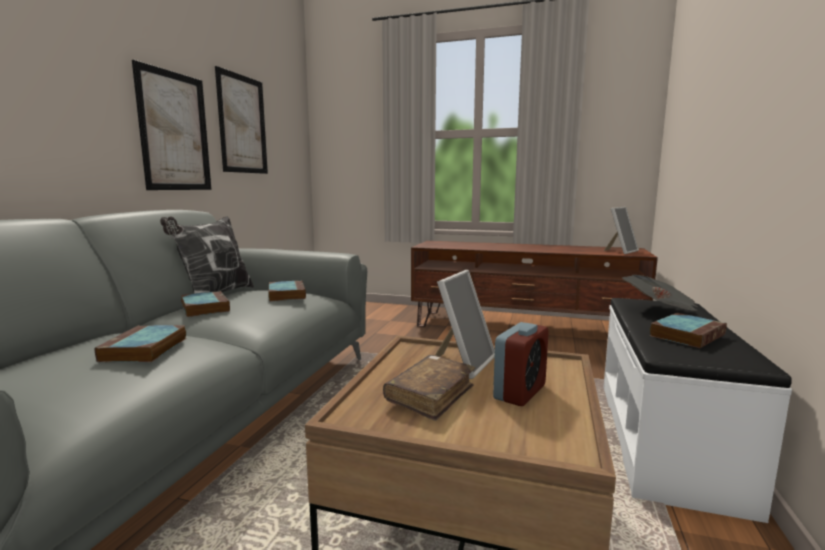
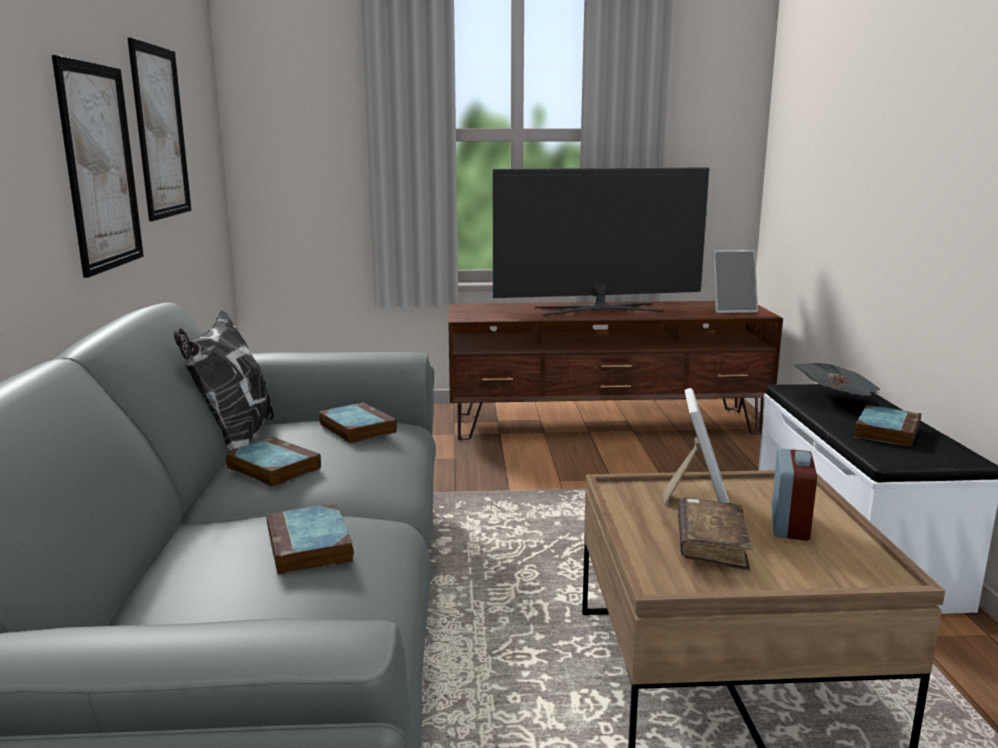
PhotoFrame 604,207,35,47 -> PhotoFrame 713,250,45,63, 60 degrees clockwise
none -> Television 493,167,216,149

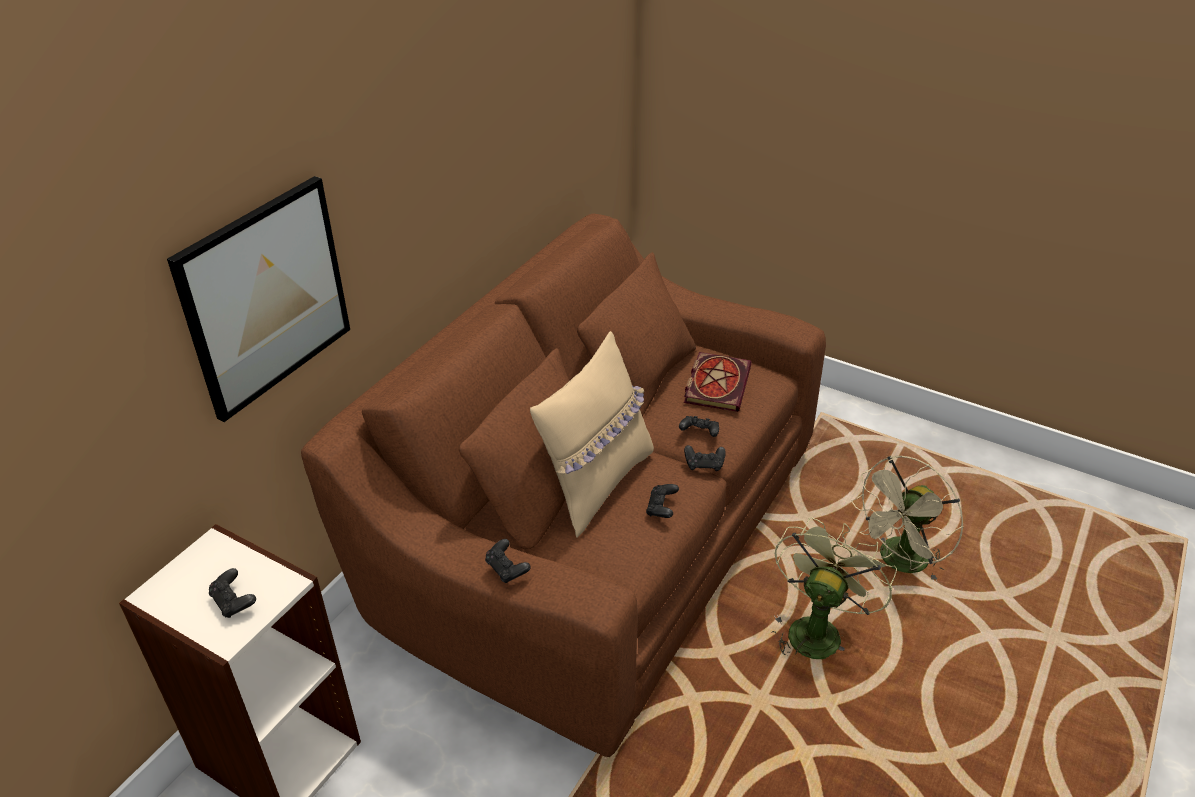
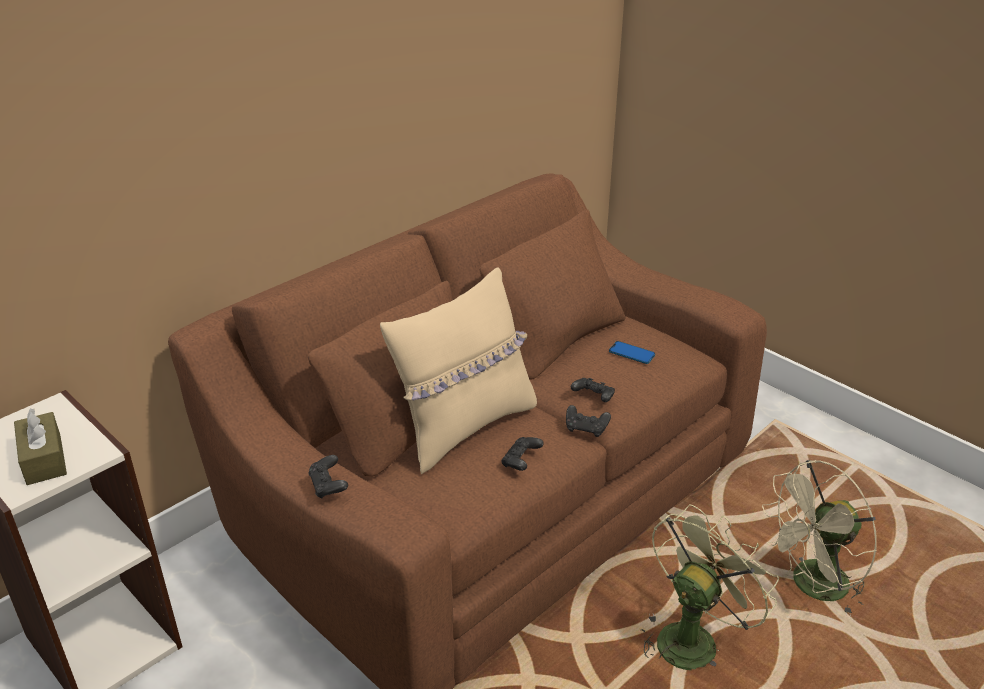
Picture 167,176,183,246 -> none
Volume 684,352,68,60 -> Handset 609,341,46,23
BlackColouredGamepad 209,568,47,50 -> BrownishTissueHolder 14,409,53,76

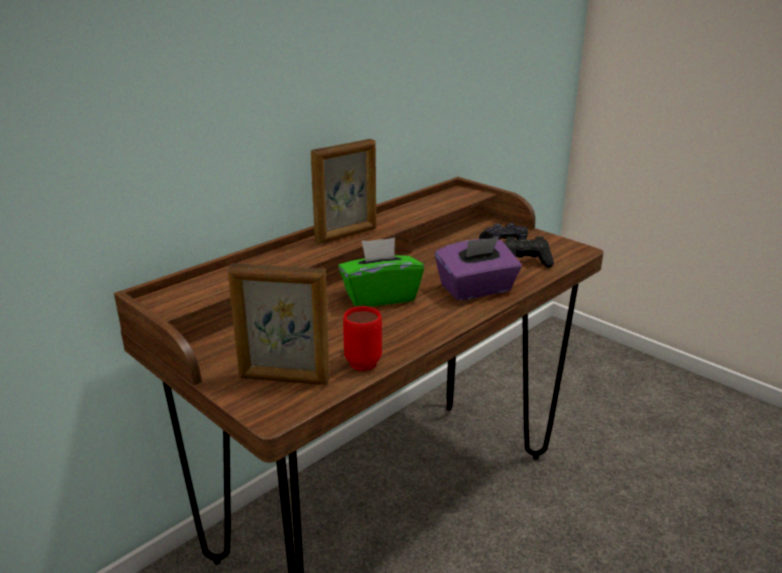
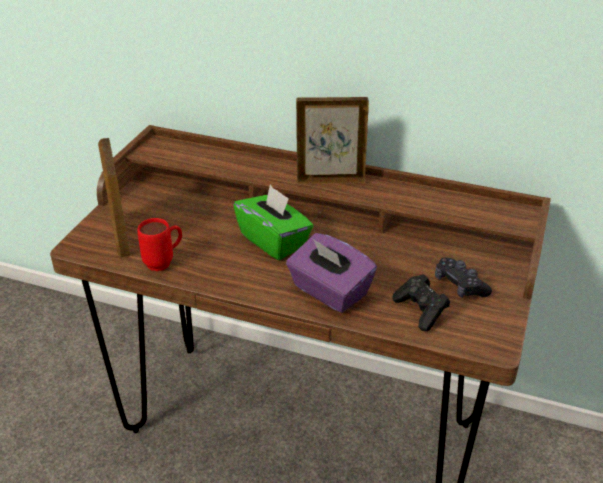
PhotoFrame 311,139,65,105 -> PhotoFrame 296,97,73,87, 150 degrees clockwise

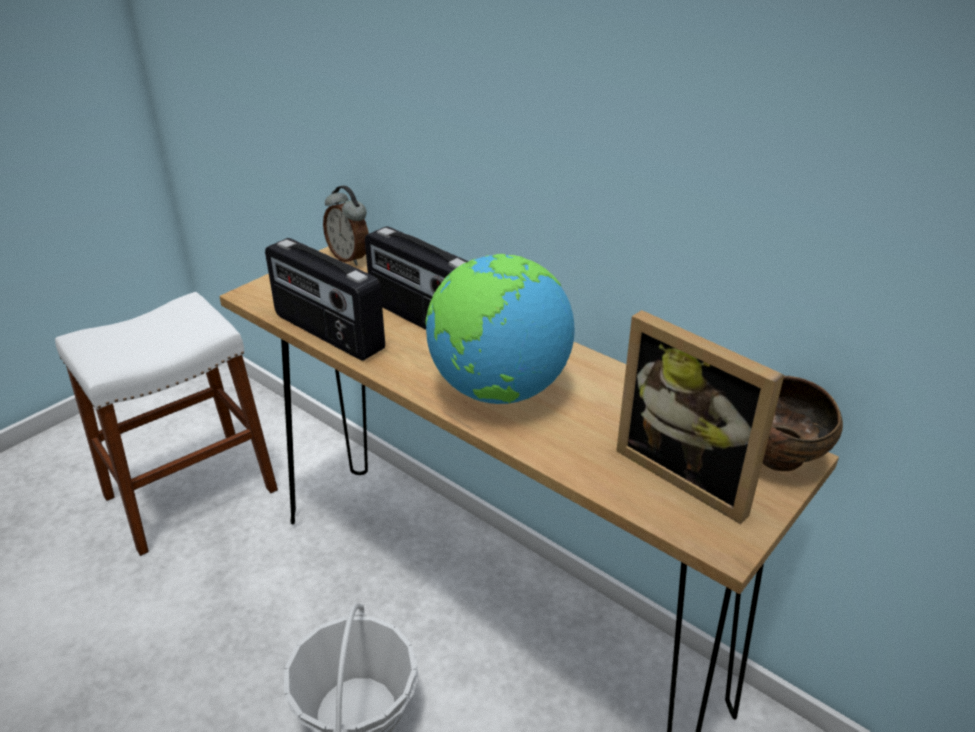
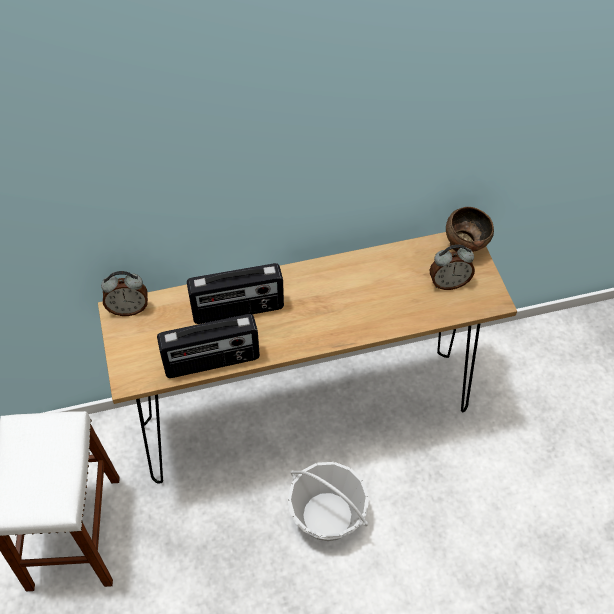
DeskGlobe 425,254,150,150 -> none
PhotoFrame 616,310,168,214 -> AlarmClock 430,245,45,45

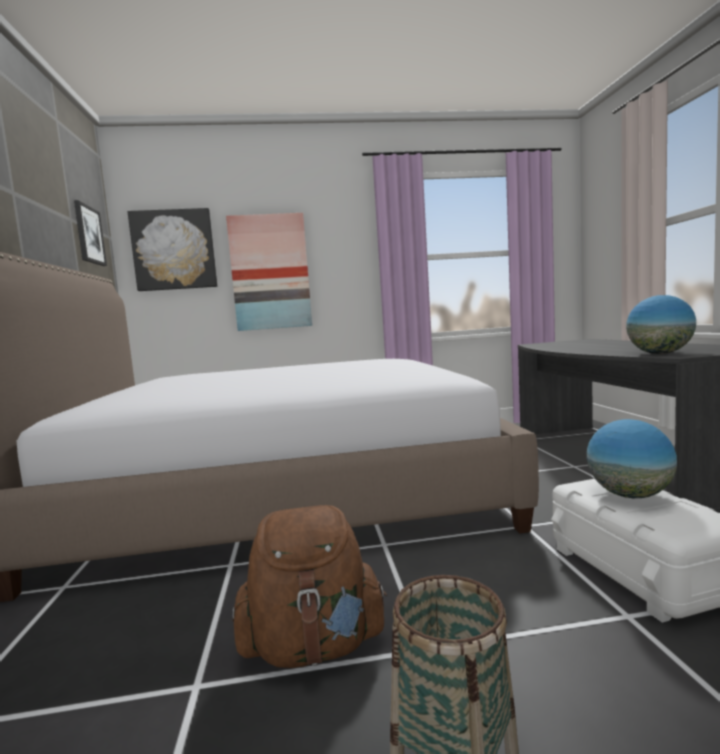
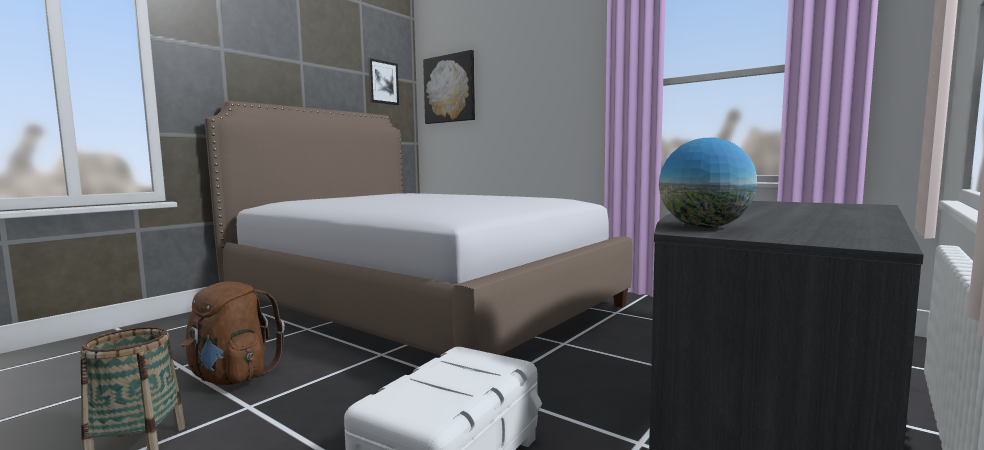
Picture 226,213,86,118 -> none
DeskGlobe 587,419,90,79 -> none

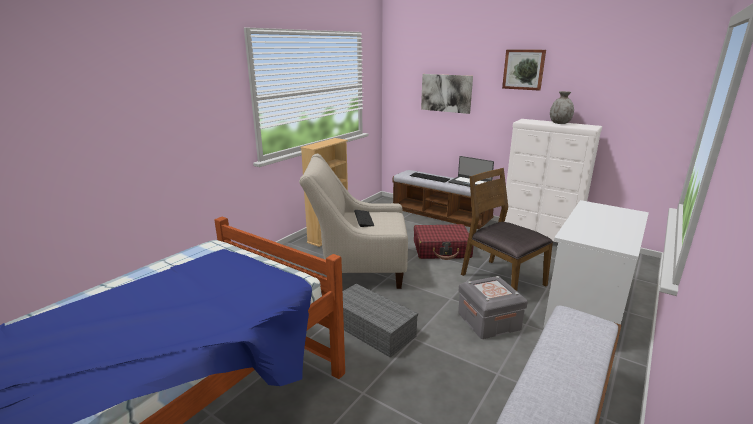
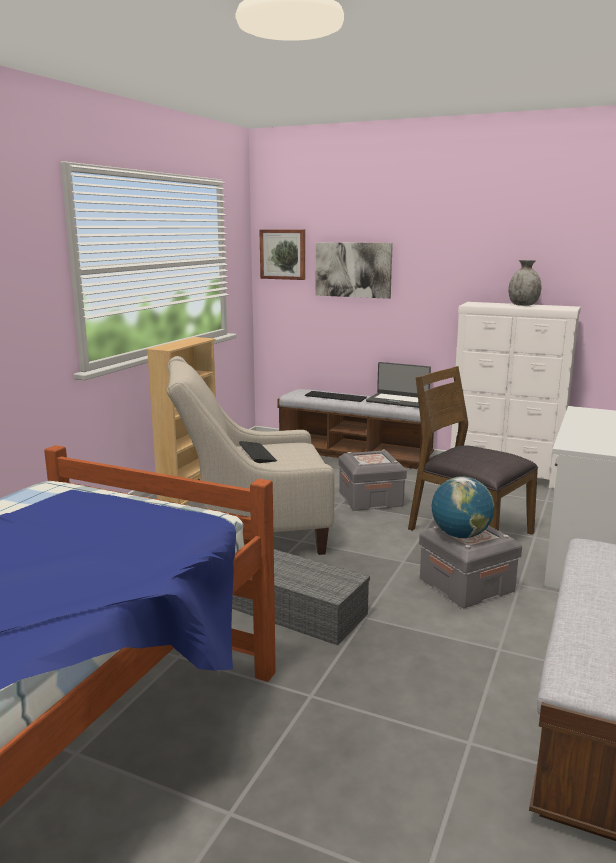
Picture 502,49,44,42 -> Picture 259,230,46,50, relocated
RedColouredTravelCase 414,224,59,36 -> GreyStorageBox 338,449,69,62
none -> DeskGlobe 432,476,62,62

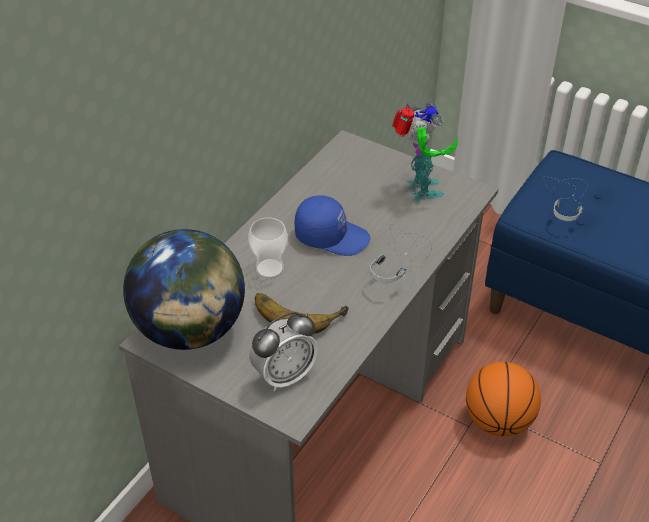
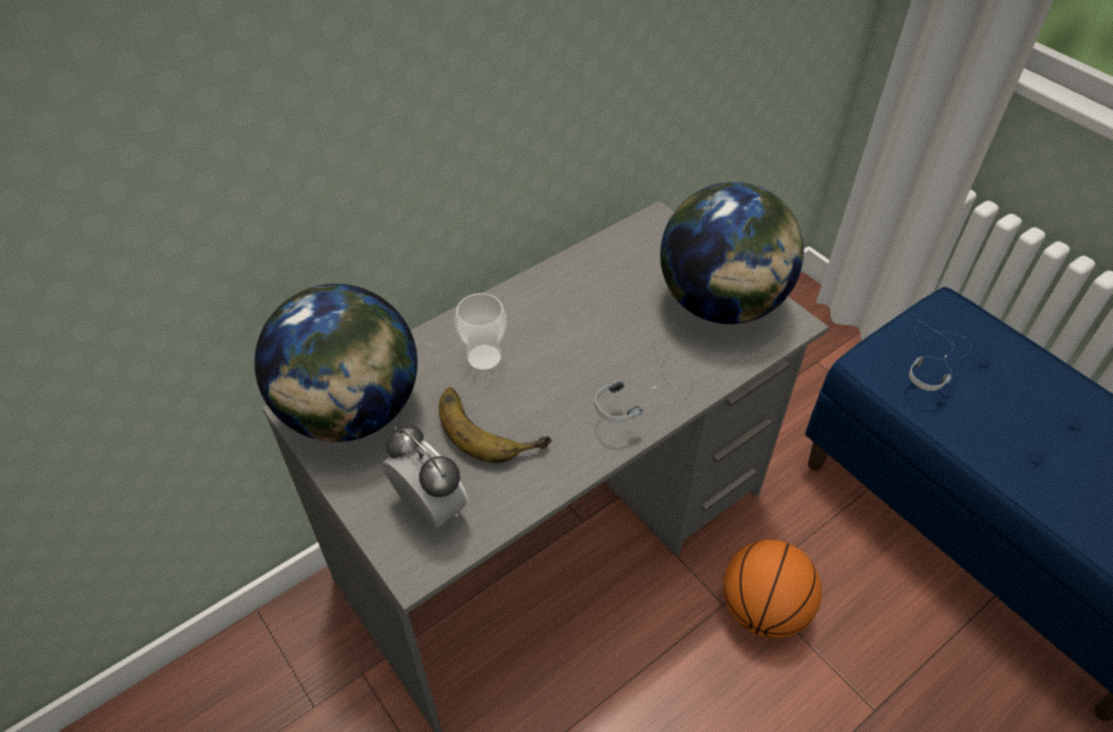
ToyRobot 392,100,66,102 -> DeskGlobe 660,182,144,142
BlueColouredCap 294,195,76,61 -> none
AlarmClock 249,312,69,79 -> AlarmClock 382,426,87,104, 120 degrees counterclockwise

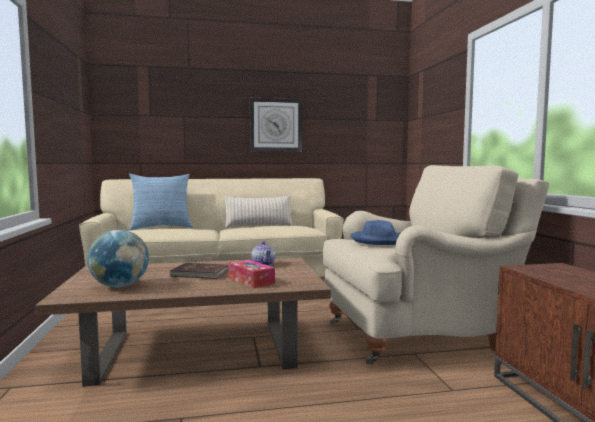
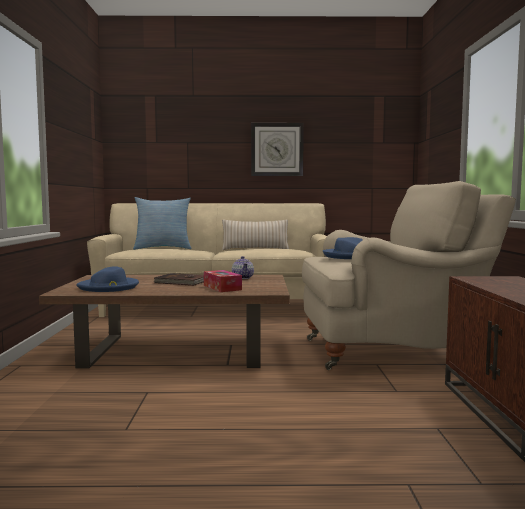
DeskGlobe 87,230,62,58 -> BlueColouredHat 76,266,63,26

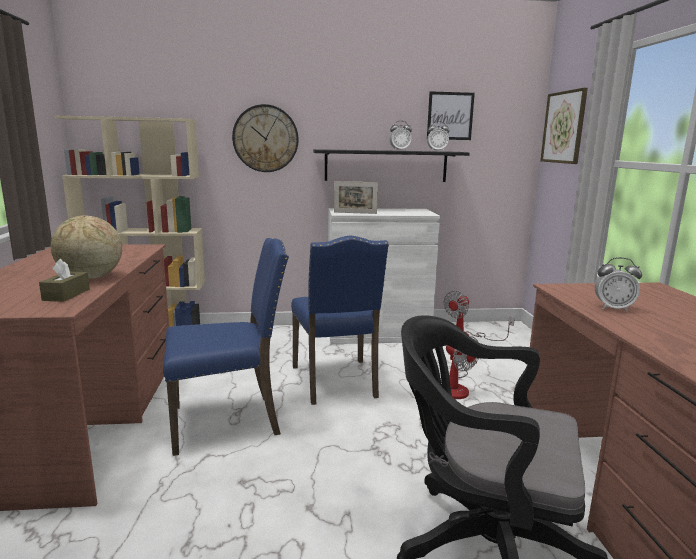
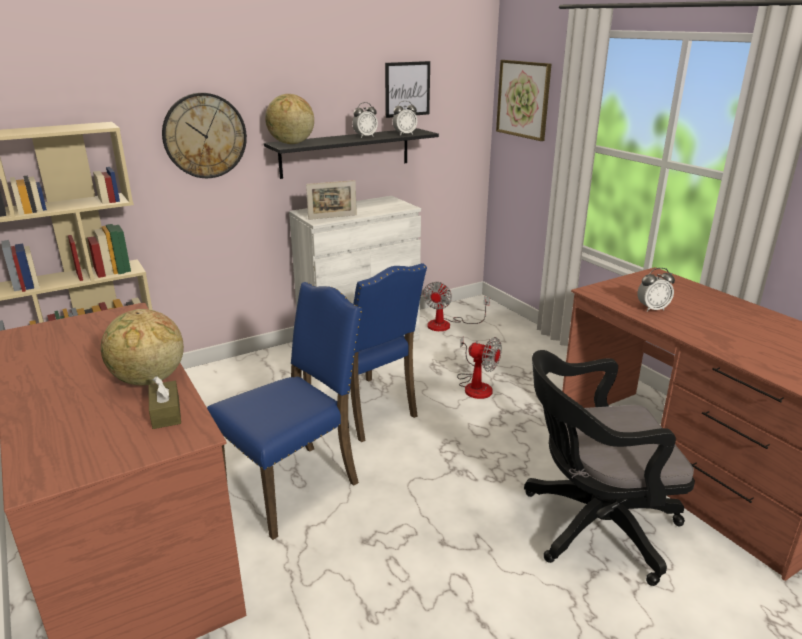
none -> DeskGlobe 265,94,49,50

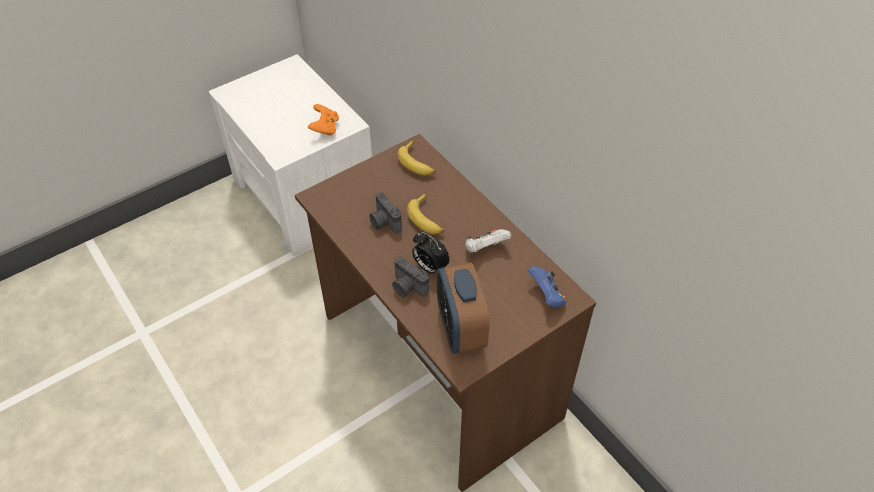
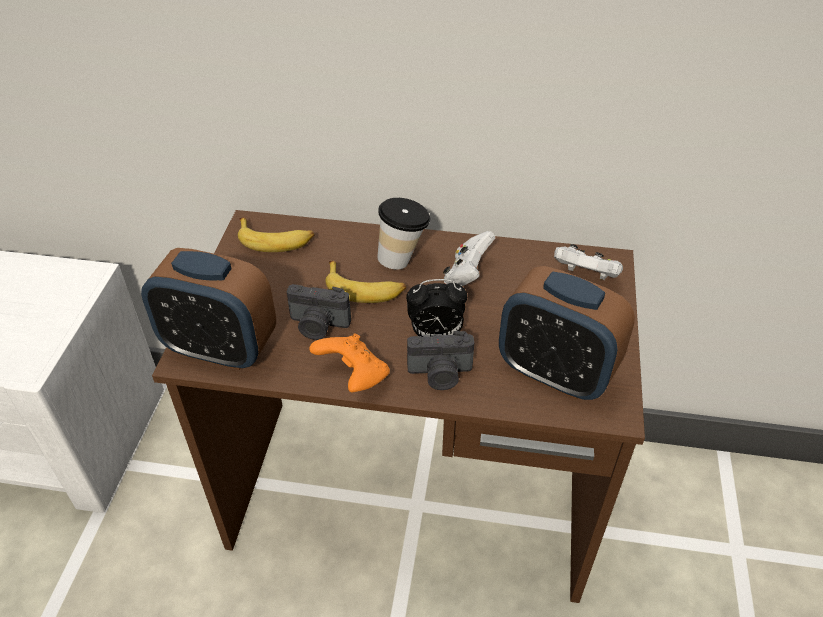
OrangeGamepad 308,104,31,32 -> OrangeGamepad 309,333,81,59, relocated
BlueColouredGamepad 528,266,39,41 -> WhiteColouredGamepad 554,244,69,36
none -> DrinkingCup 377,198,53,72
none -> AlarmClock 141,248,135,122

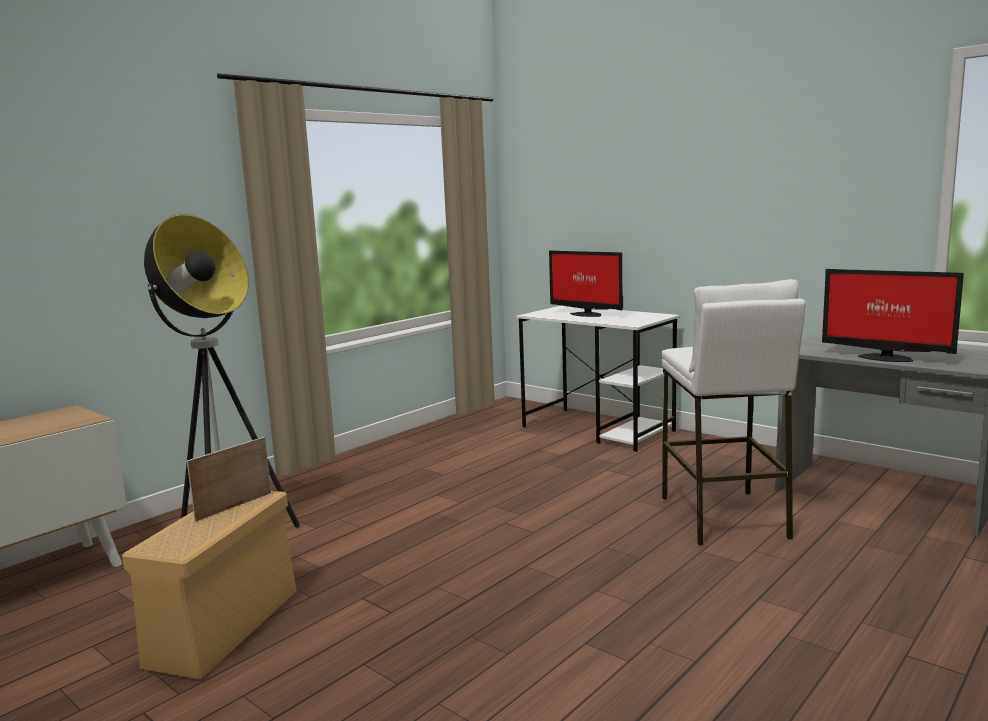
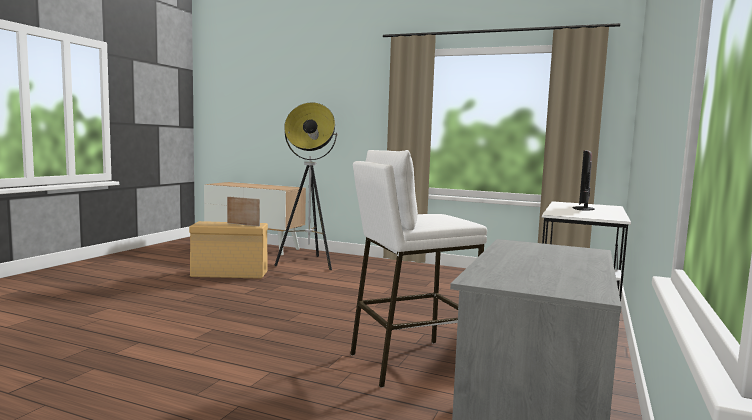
ComputerDisplay 822,269,142,93 -> none

